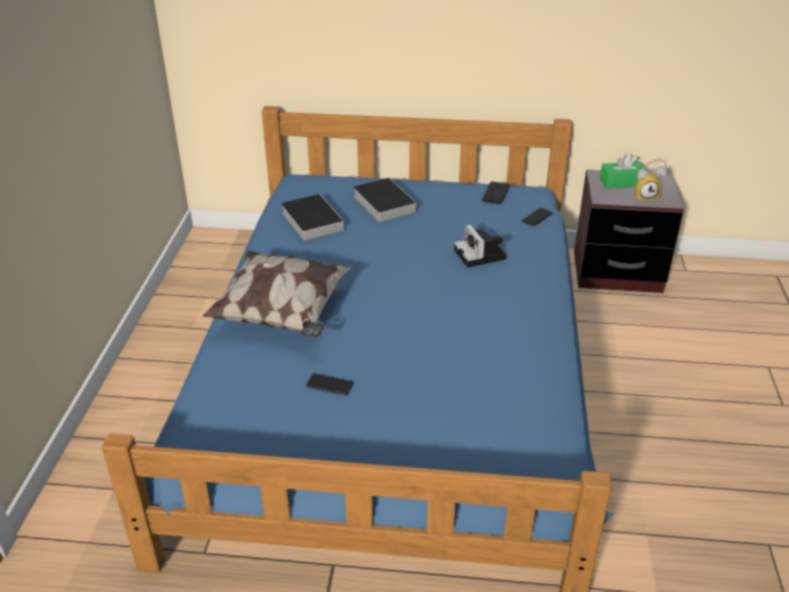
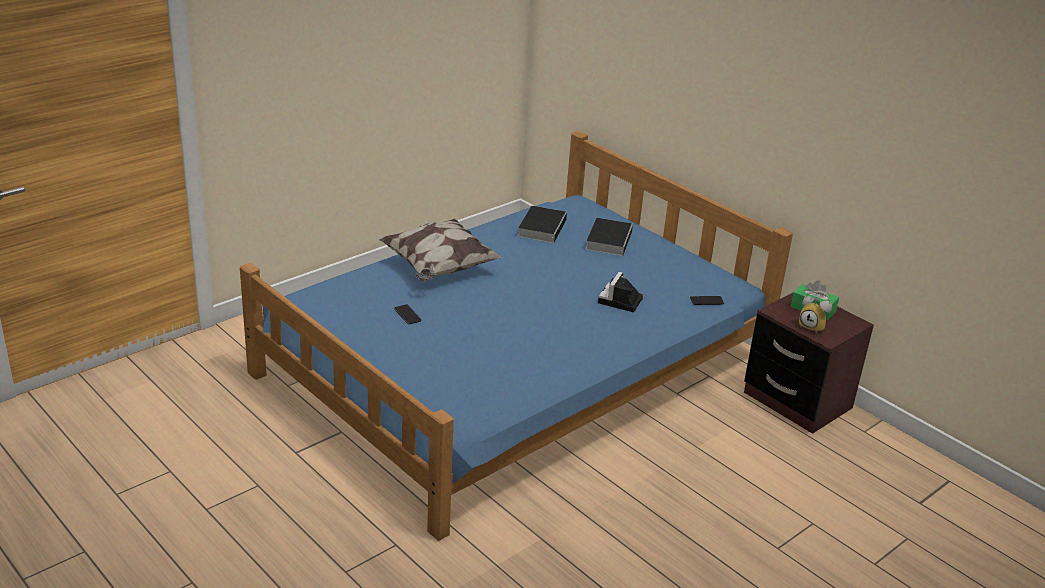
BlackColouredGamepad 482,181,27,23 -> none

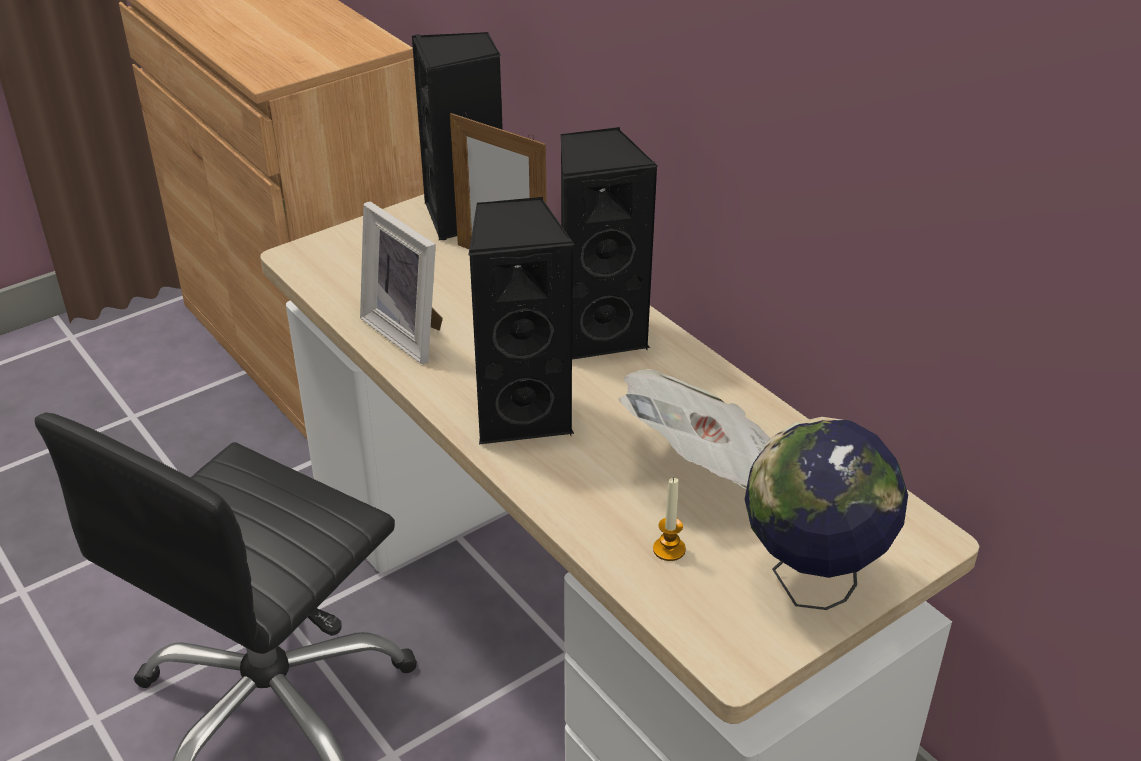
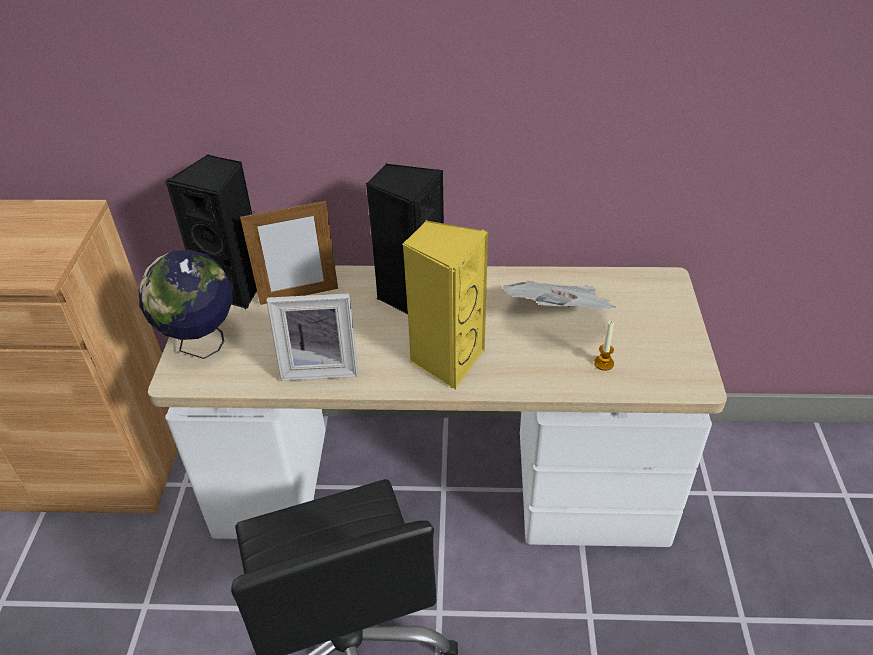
BlackColouredLoudspeaker 468,197,106,248 -> YellowLoudspeaker 403,220,85,170
DeskGlobe 745,417,163,193 -> DeskGlobe 139,250,94,109, relocated

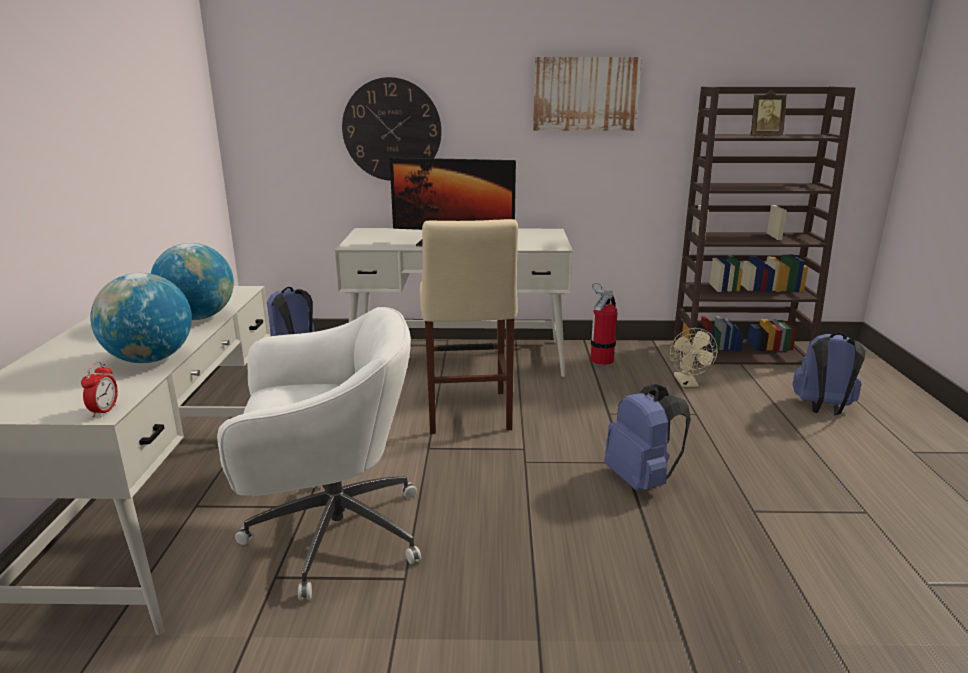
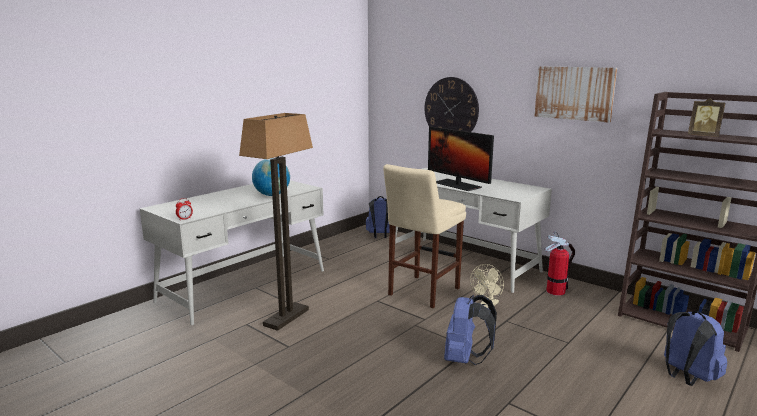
DeskGlobe 90,273,102,90 -> none
WhiteColouredDeskChair 217,307,204,294 -> FloorLamp 239,113,74,218
BeigeColouredFan 670,328,48,59 -> BeigeColouredFan 470,264,34,45, relocated

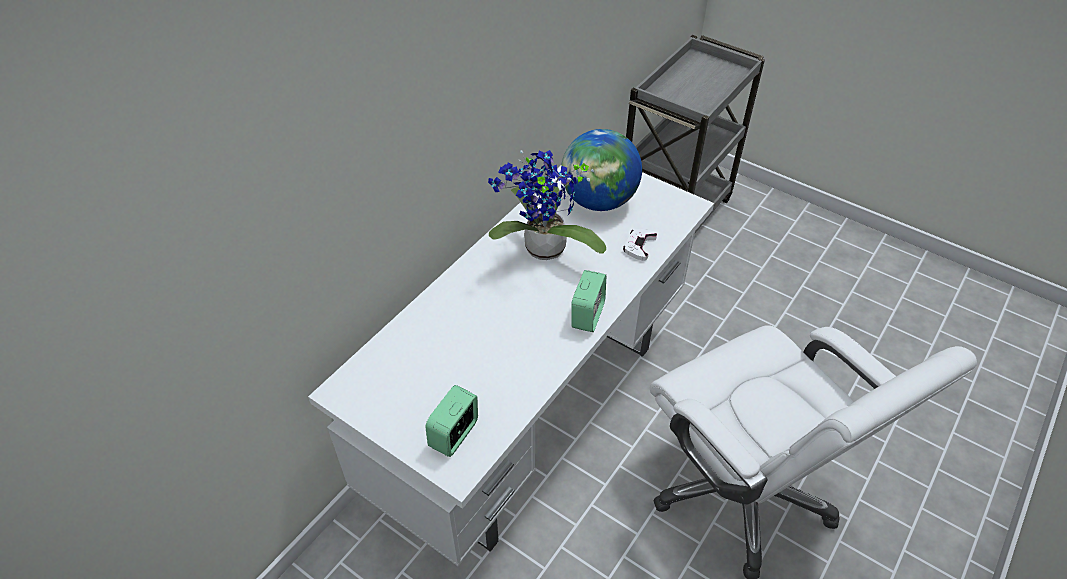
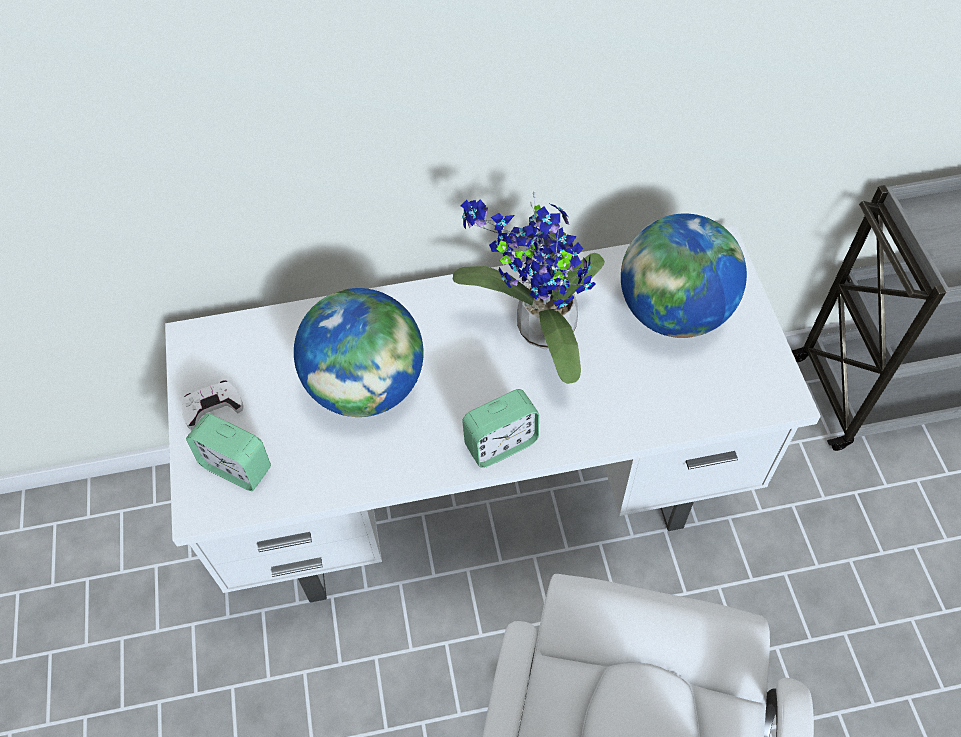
WhiteColouredGamepad 623,229,34,31 -> WhiteColouredGamepad 182,381,61,49, relocated
AlarmClock 425,385,53,72 -> AlarmClock 186,413,85,78, 135 degrees counterclockwise
none -> DeskGlobe 294,288,130,129

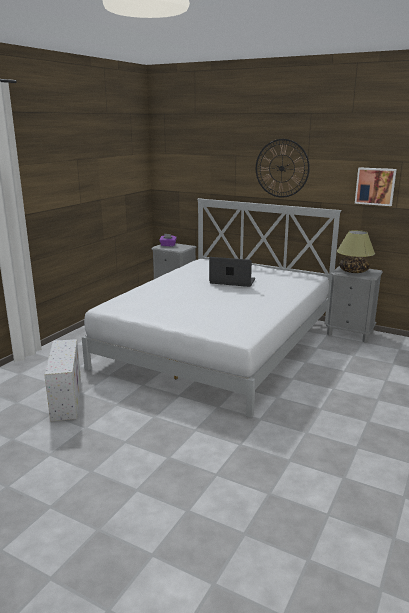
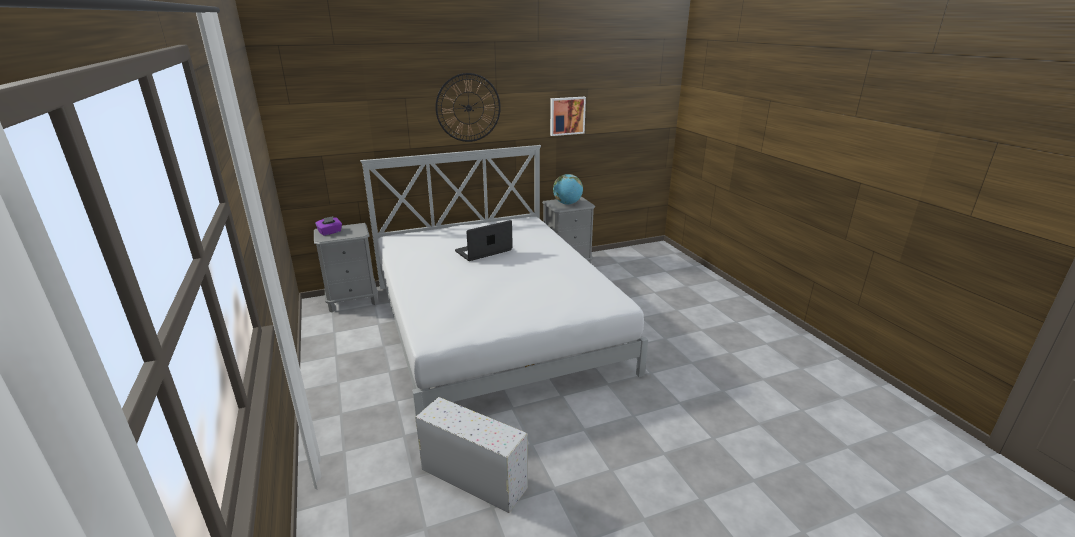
TableLamp 337,230,38,43 -> DeskGlobe 553,174,30,31

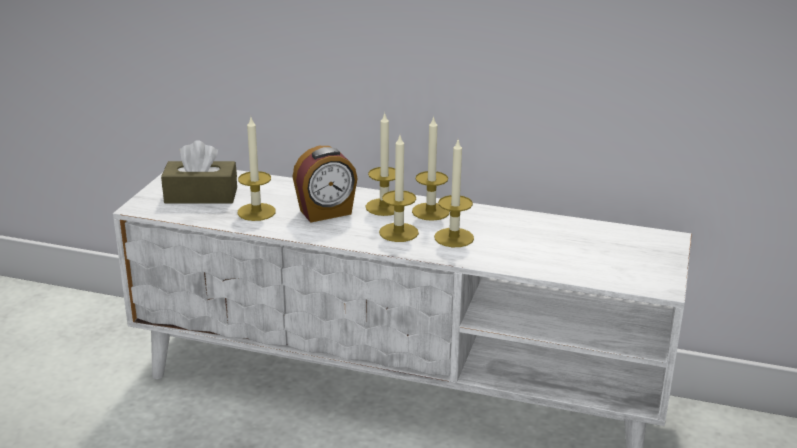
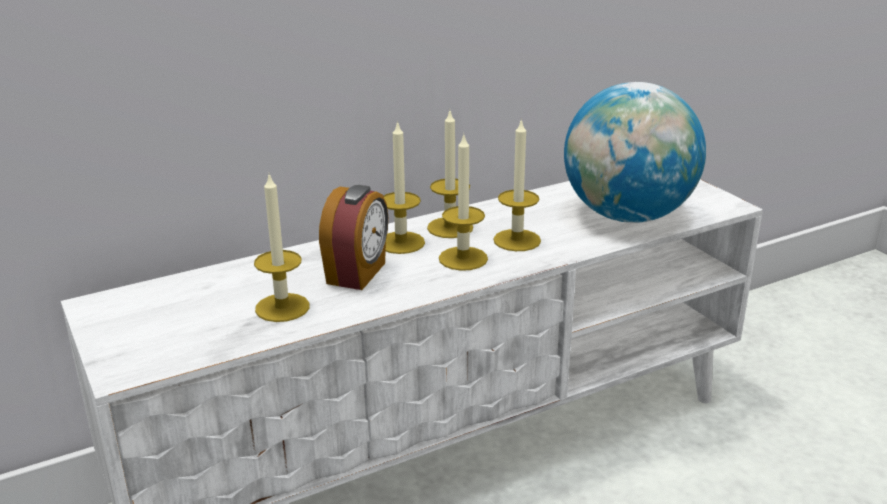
BrownishTissueHolder 161,140,76,63 -> none
none -> DeskGlobe 564,82,142,141

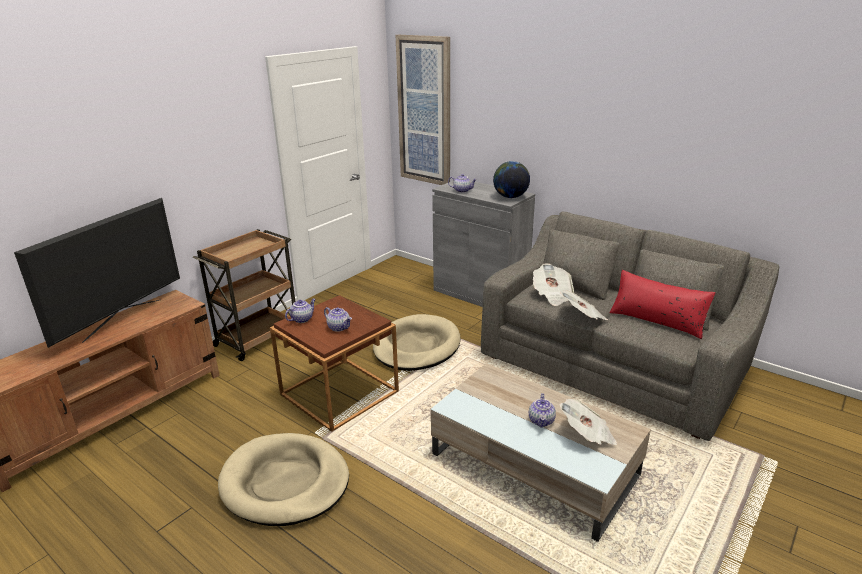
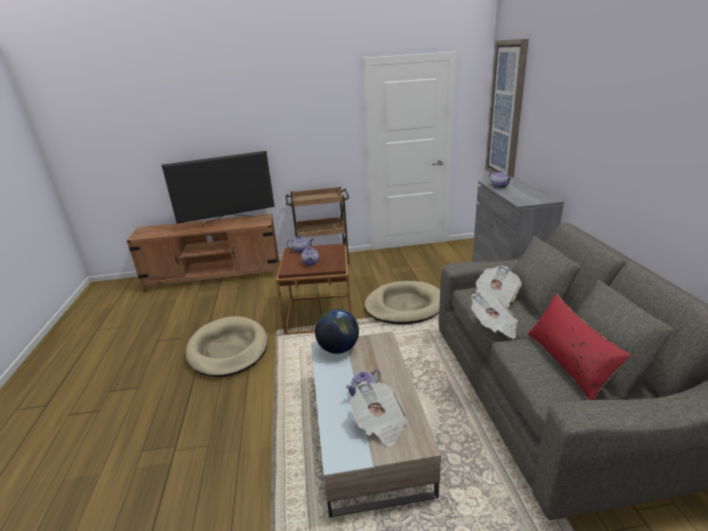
DeskGlobe 493,161,37,37 -> DeskGlobe 315,309,44,45, relocated

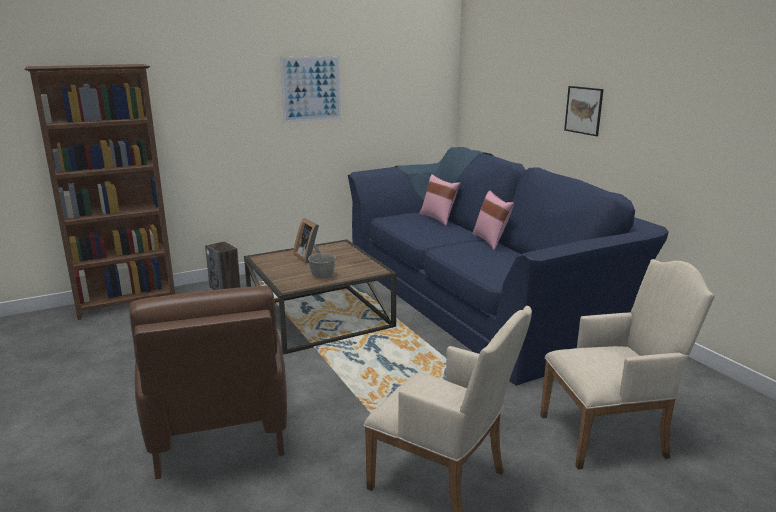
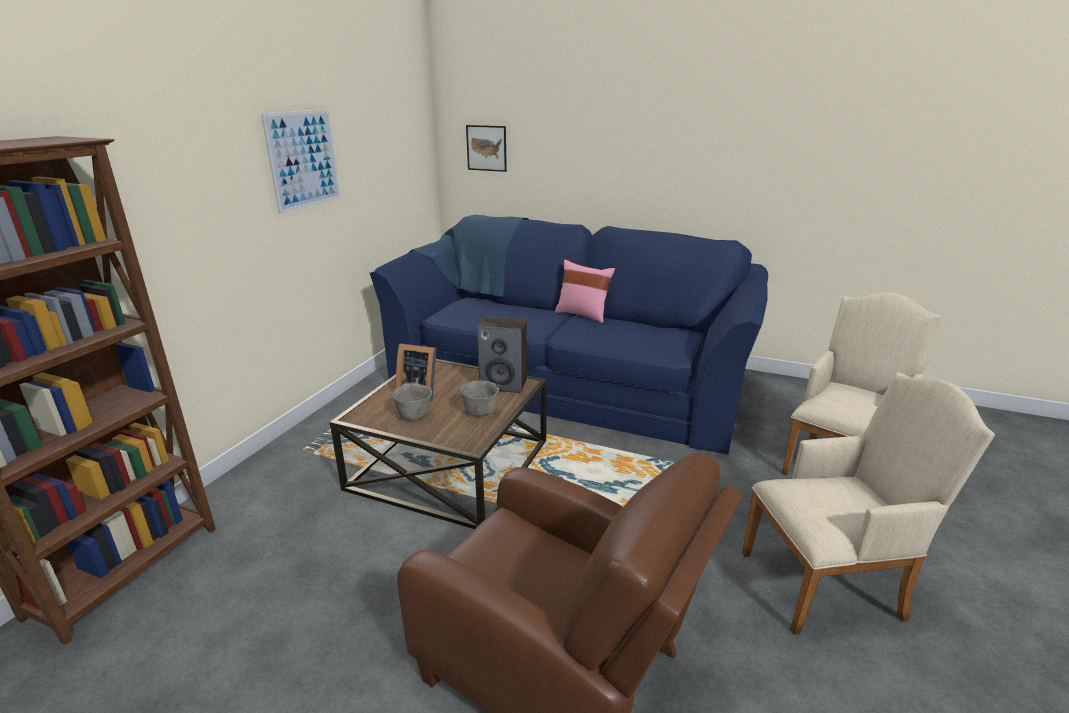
Picture 564,86,40,50 -> Picture 466,125,41,47, relocated
PinkColouredCushion 420,174,40,52 -> none
Loudspeaker 205,242,36,48 -> Loudspeaker 477,316,50,77, relocated
none -> GreyServingBowl 392,384,40,37

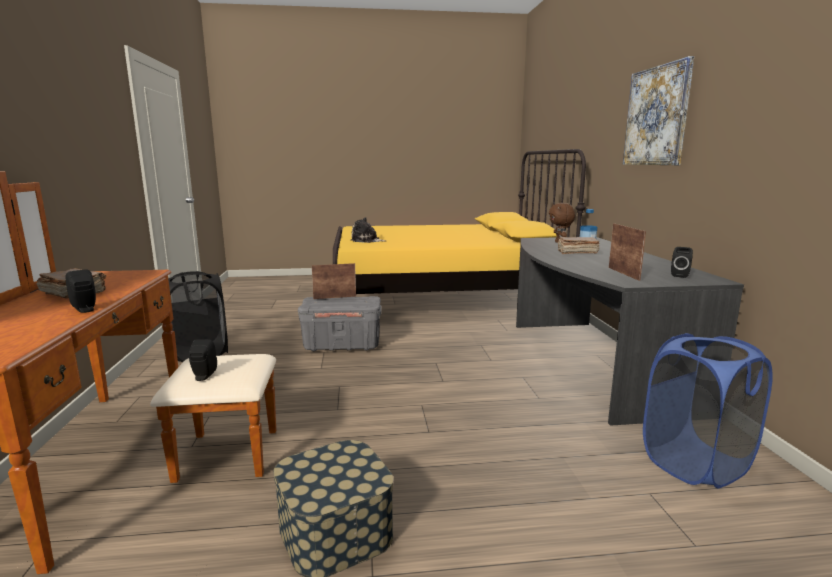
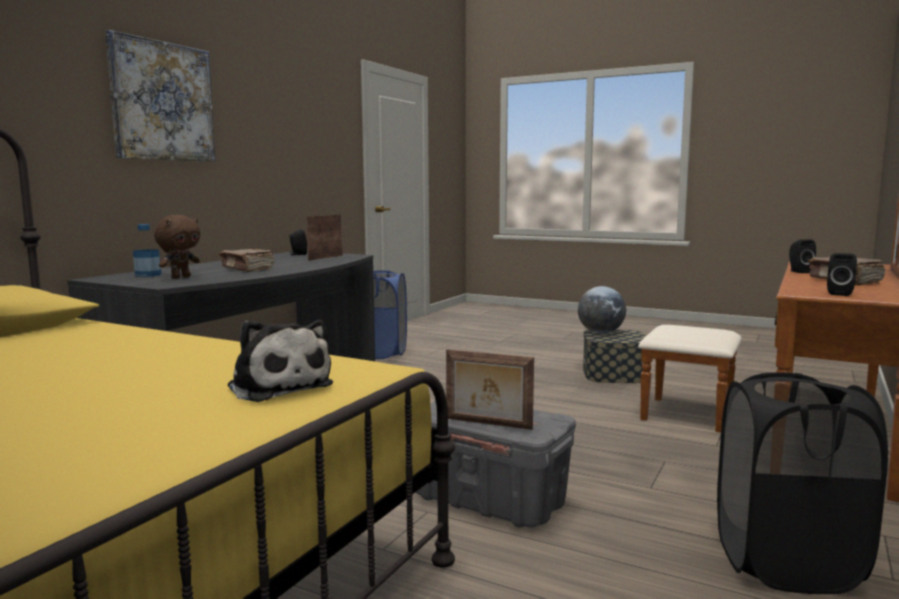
BlackColouredLoudspeaker 189,339,28,42 -> BlackColouredLoudspeaker 827,253,30,43, relocated
none -> DeskGlobe 578,286,48,48

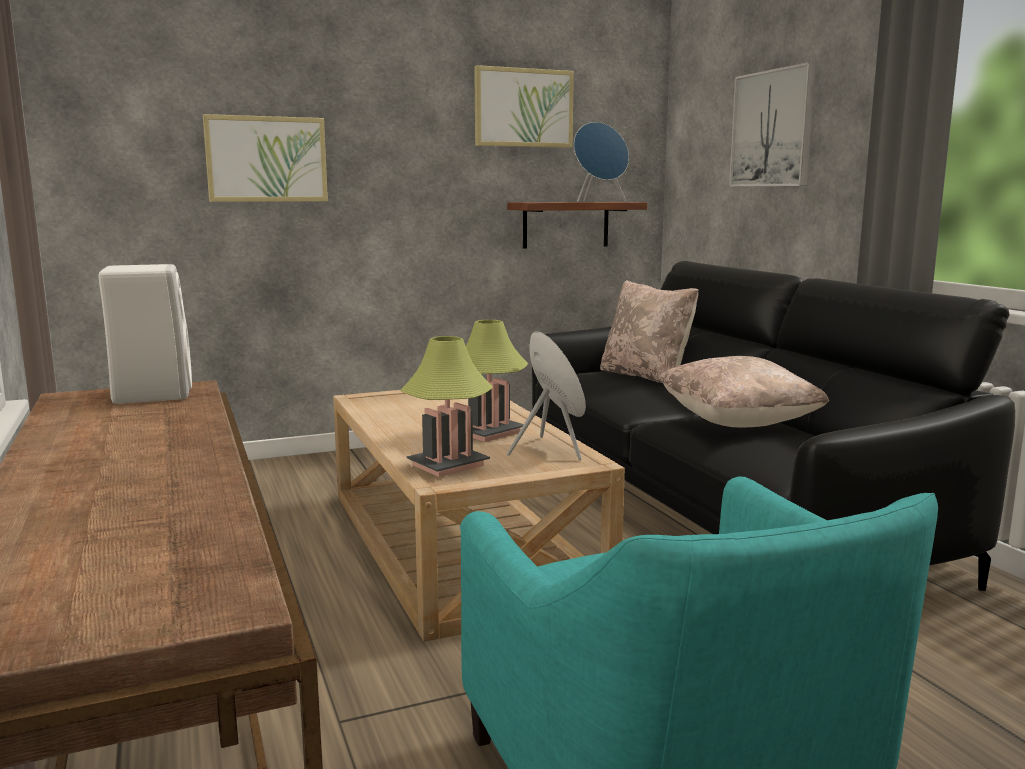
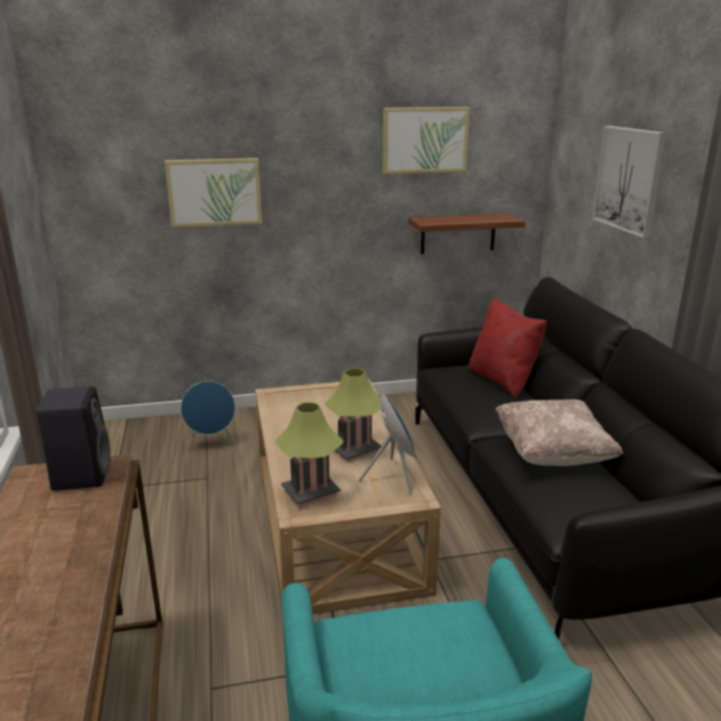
BlueColouredLoudspeaker 574,122,55,80 -> BlueColouredLoudspeaker 181,381,55,68, relocated
WhiteColouredLoudspeaker 99,264,93,140 -> BlackColouredLoudspeaker 36,386,75,105
BeigeColouredCushion 600,280,98,103 -> RedColouredCushion 468,299,79,99

